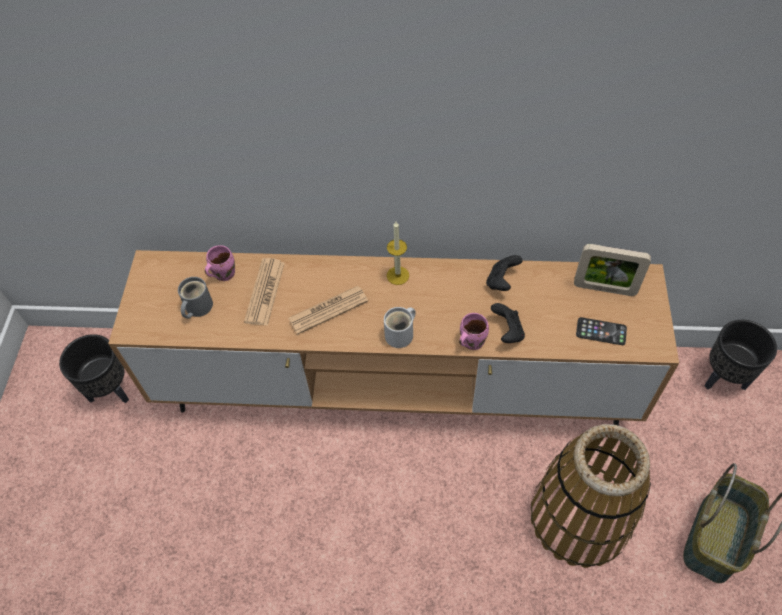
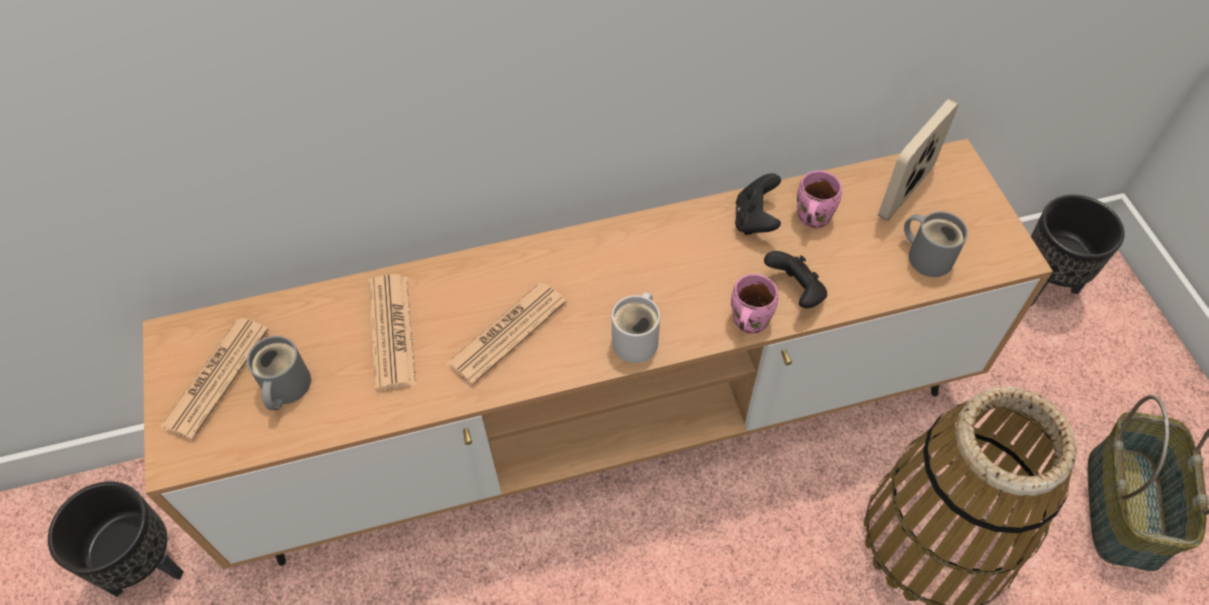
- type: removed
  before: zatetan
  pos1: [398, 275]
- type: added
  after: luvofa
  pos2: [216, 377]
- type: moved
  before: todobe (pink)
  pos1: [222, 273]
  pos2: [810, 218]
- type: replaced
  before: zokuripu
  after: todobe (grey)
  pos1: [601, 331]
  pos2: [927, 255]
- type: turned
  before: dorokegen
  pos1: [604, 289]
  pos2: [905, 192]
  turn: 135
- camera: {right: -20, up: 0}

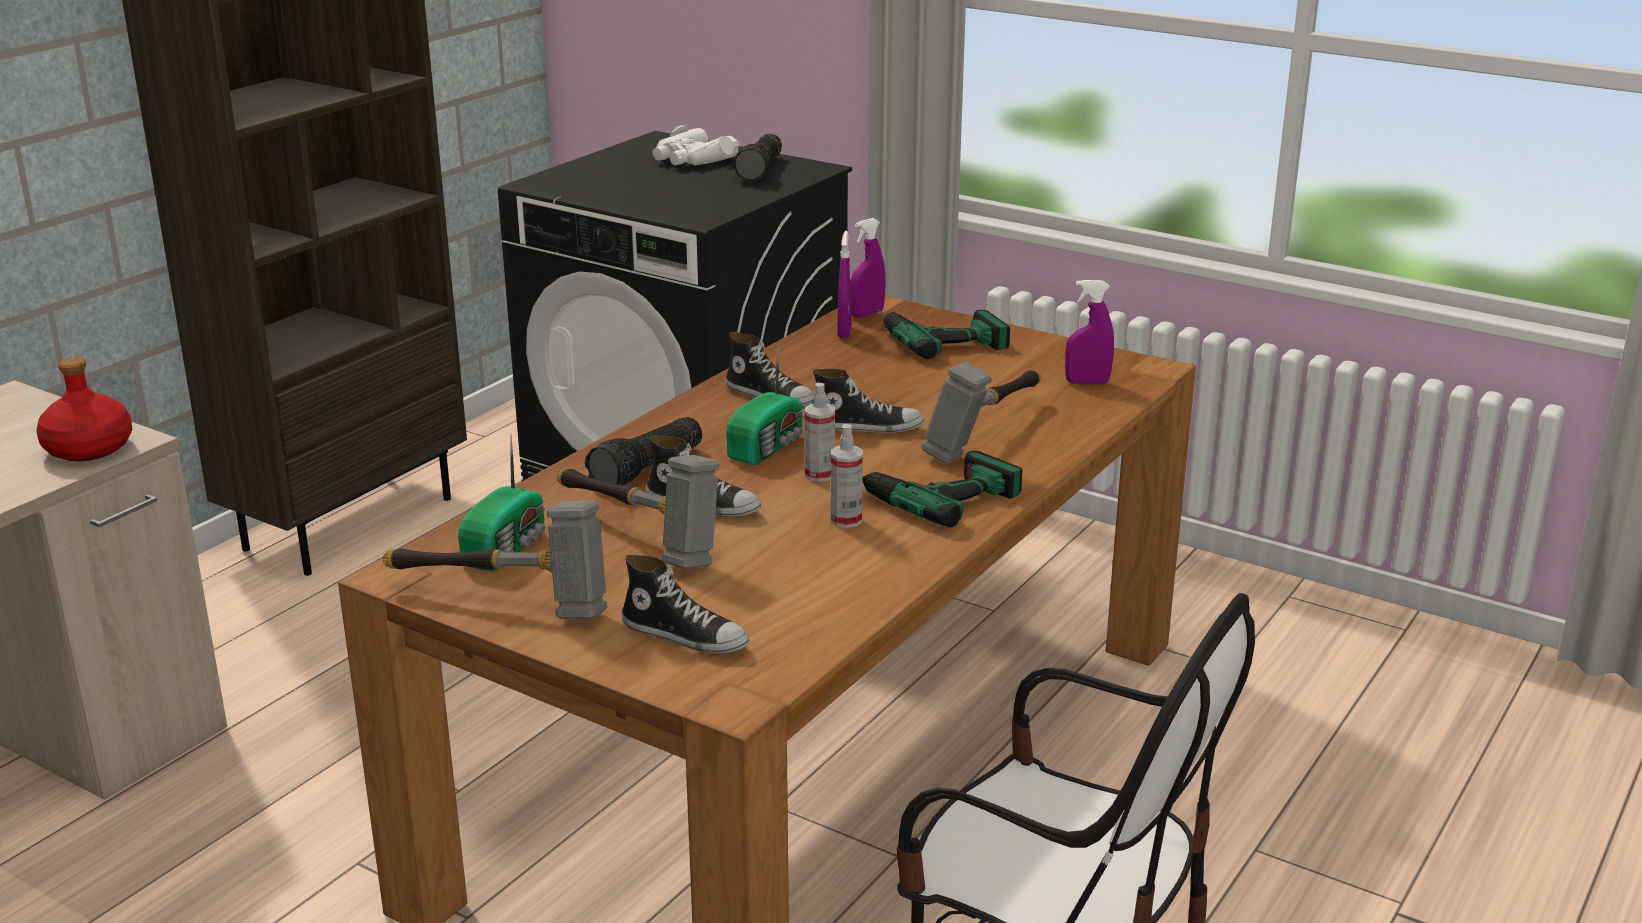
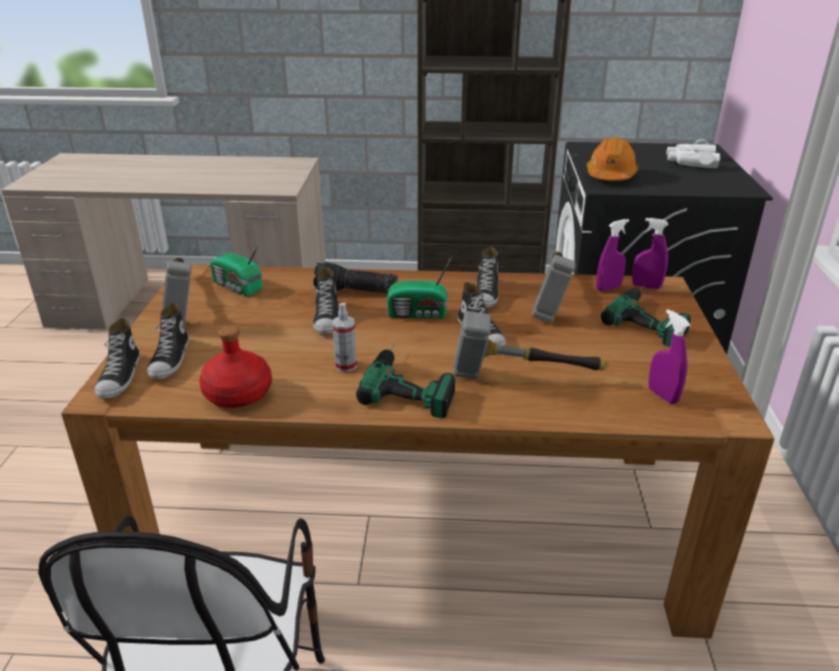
- type: removed
  before: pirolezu
  pos1: [762, 170]
- type: removed
  before: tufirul
  pos1: [819, 474]
- type: added
  after: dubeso
  pos2: [120, 377]
- type: added
  after: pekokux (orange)
  pos2: [610, 176]
- type: moved
  before: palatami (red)
  pos1: [88, 449]
  pos2: [237, 394]
- type: moved
  before: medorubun
  pos1: [638, 537]
  pos2: [552, 297]
- type: turned
  before: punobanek
  pos1: [508, 548]
  pos2: [237, 287]
  turn: 45
- camera: {right: 60, up: 5}

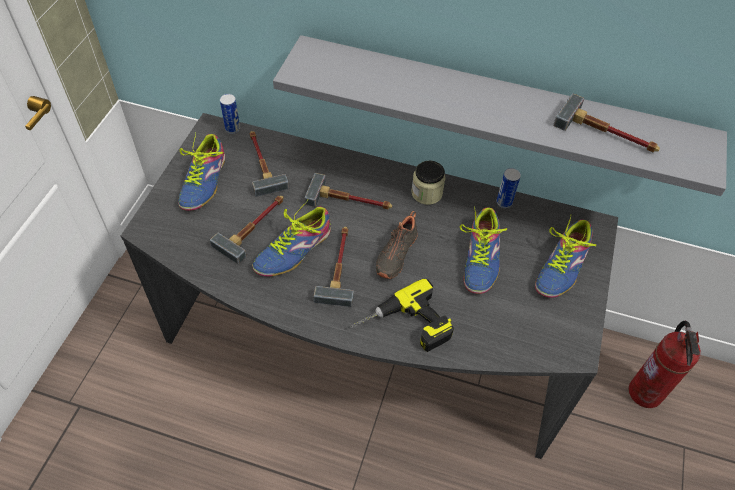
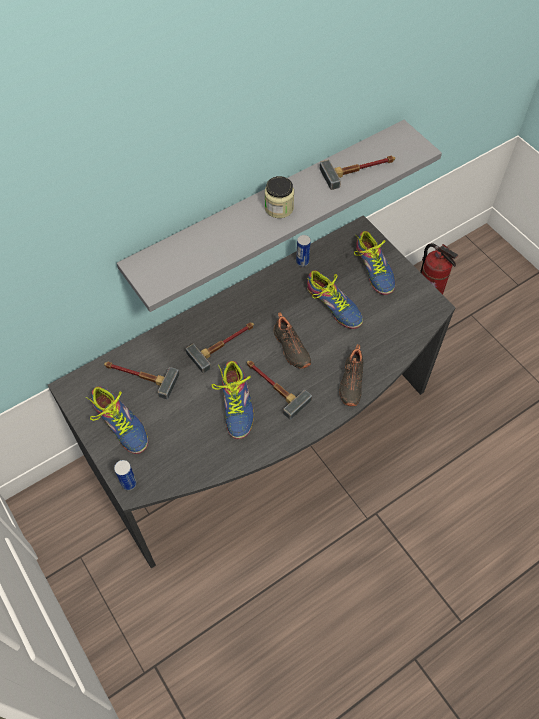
- type: removed
  before: medorubun
  pos1: [254, 227]
- type: moved
  before: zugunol
  pos1: [232, 128]
  pos2: [129, 483]
- type: moved
  before: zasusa
  pos1: [426, 193]
  pos2: [279, 208]
- type: replaced
  before: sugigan
  after: dubeso (black)
  pos1: [404, 328]
  pos2: [350, 382]
- camera: {right: -50, up: 5}

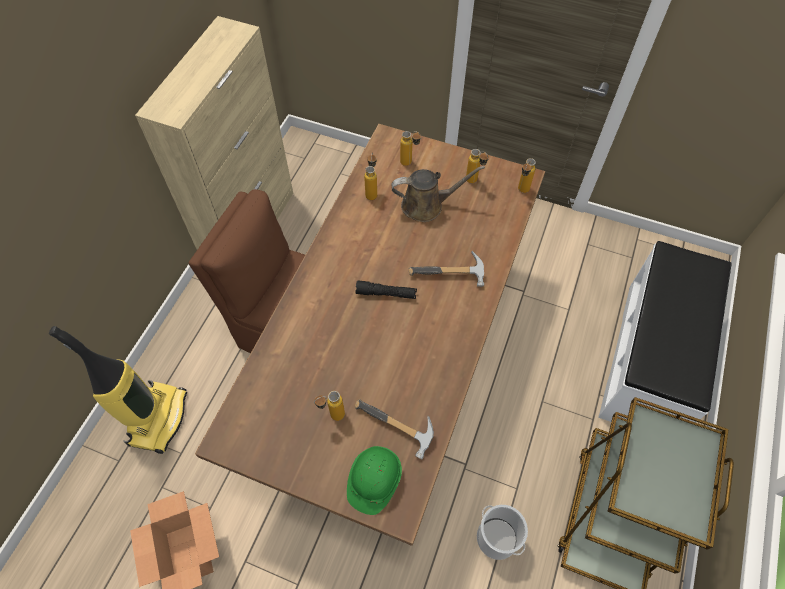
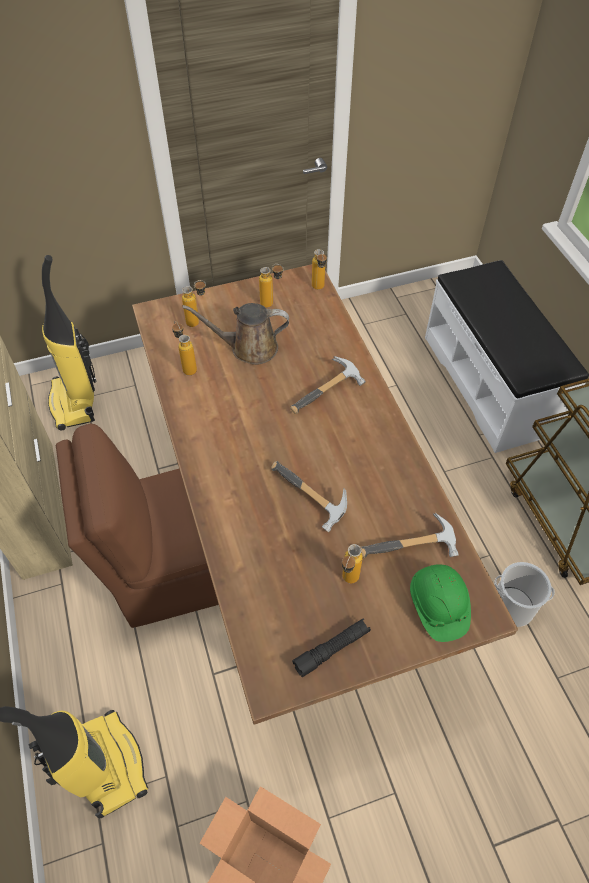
- type: added
  after: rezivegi
  pos2: [75, 402]
- type: added
  after: medorubun
  pos2: [307, 499]
- type: moved
  before: pirolezu (black)
  pos1: [386, 293]
  pos2: [332, 649]
- type: turned
  before: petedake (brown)
  pos1: [426, 205]
  pos2: [249, 348]
  turn: -135
- camera: {right: -40, up: -5}

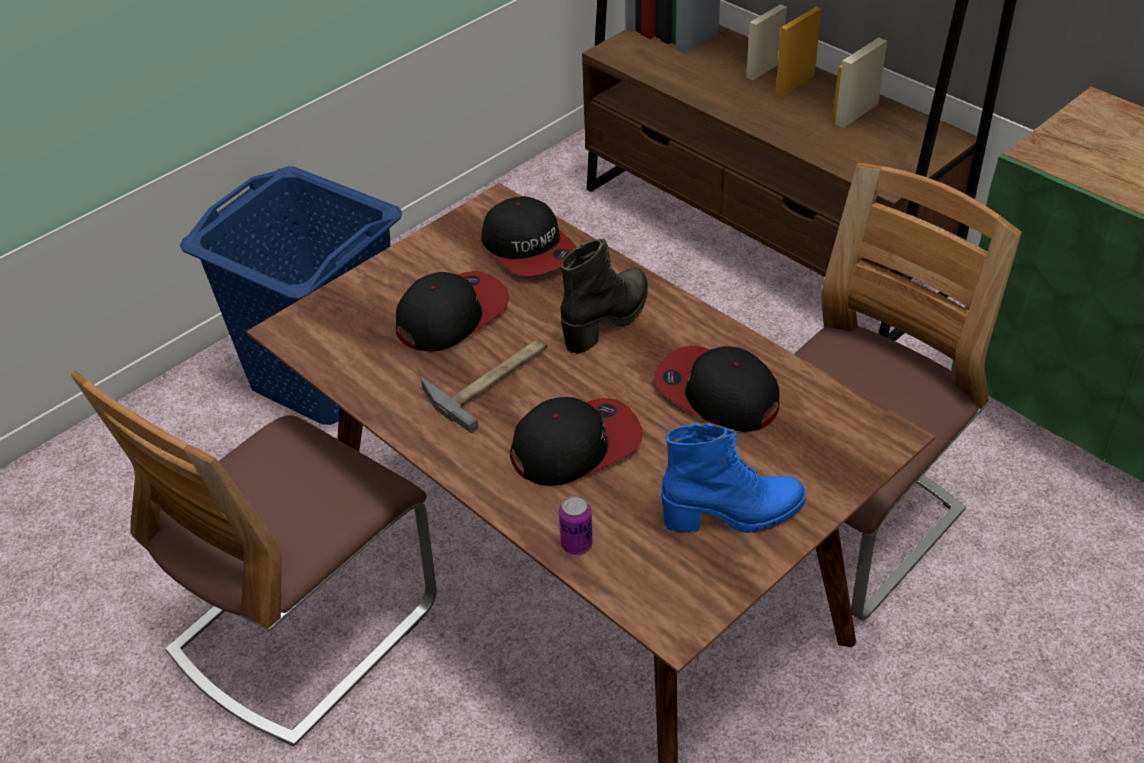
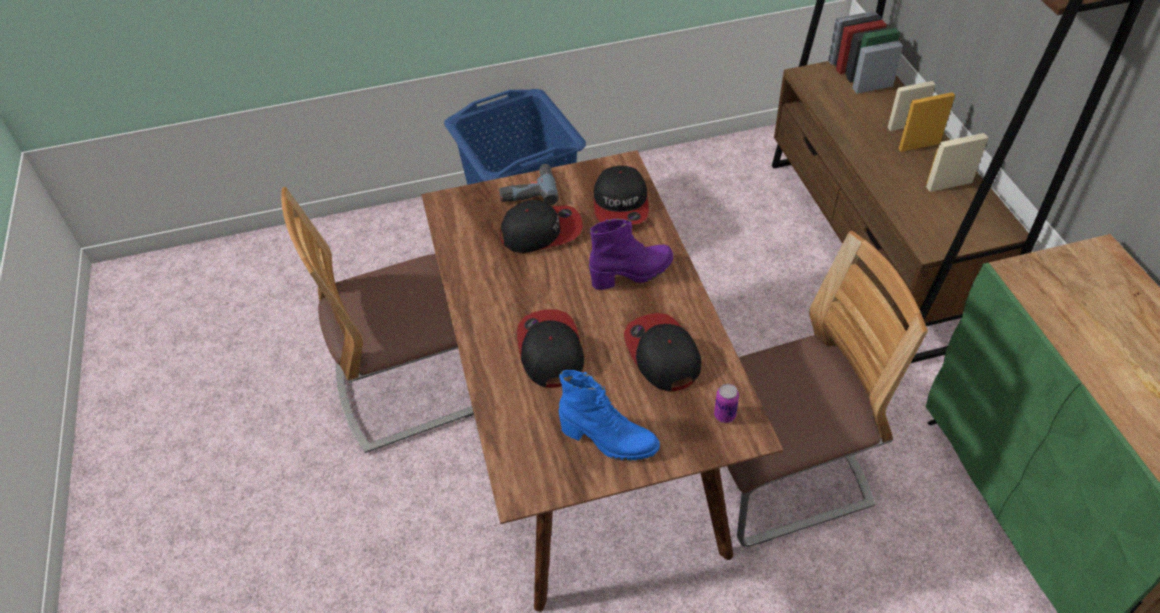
- type: removed
  before: medorubun
  pos1: [492, 379]
- type: added
  after: sugigan
  pos2: [527, 190]
- type: moved
  before: zugunol
  pos1: [576, 544]
  pos2: [724, 415]
- type: recoloured
  before: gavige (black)
  after: gavige (purple)
  pos1: [608, 320]
  pos2: [632, 274]
- type: turned
  before: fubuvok
  pos1: [576, 445]
  pos2: [549, 350]
  turn: -105
- camera: {right: 30, up: 5}

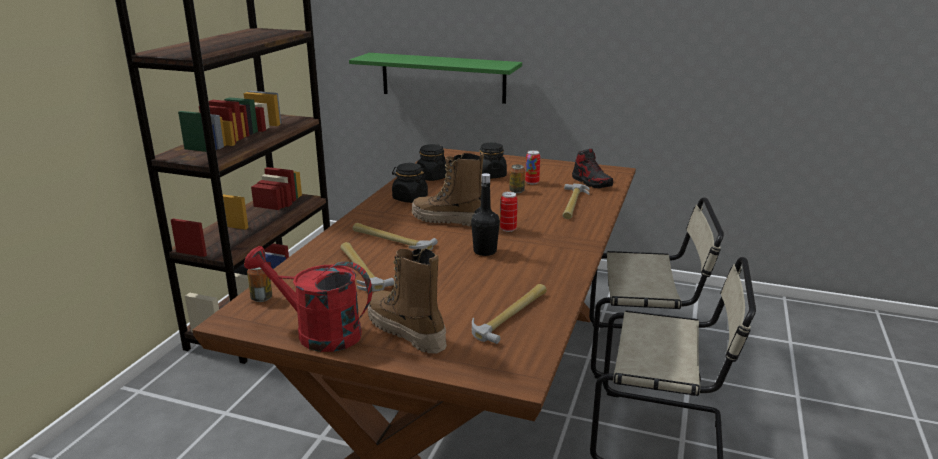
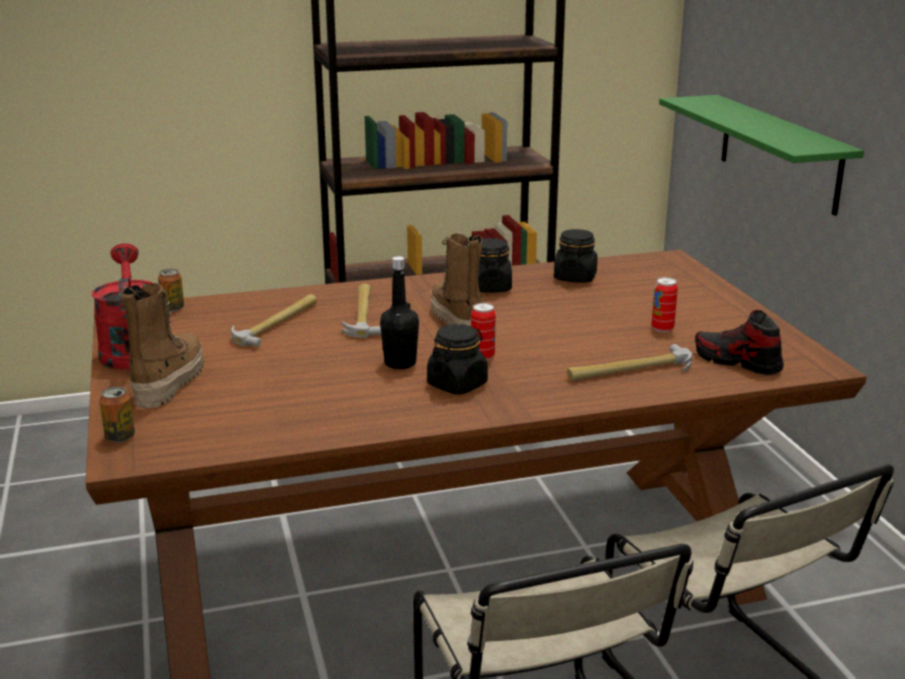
- type: removed
  before: medorubun
  pos1: [512, 315]
- type: moved
  before: zasusa (black)
  pos1: [491, 175]
  pos2: [457, 384]
- type: moved
  before: zugunol
  pos1: [516, 191]
  pos2: [120, 437]
- type: turned
  before: dubeso
  pos1: [591, 182]
  pos2: [737, 362]
  turn: 105
- camera: {right: 55, up: 0}

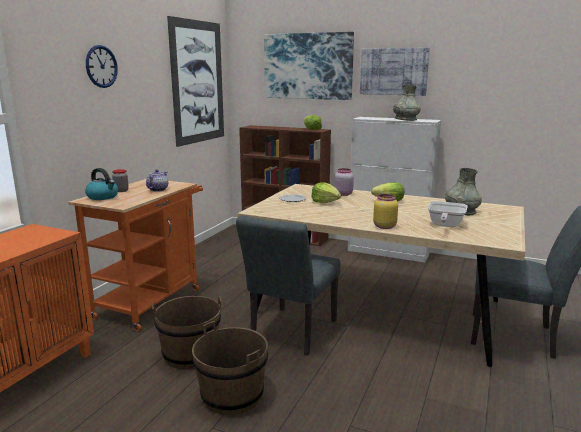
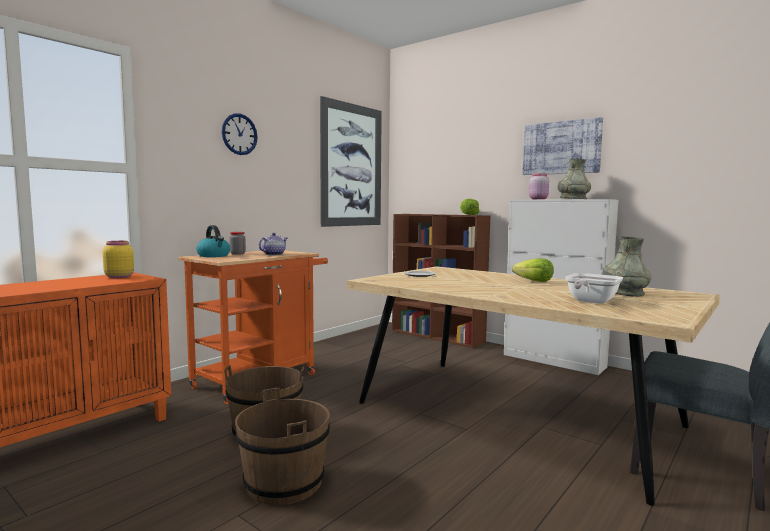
- type: removed
  before: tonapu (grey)
  pos1: [290, 334]
- type: removed
  before: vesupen
  pos1: [308, 66]
- type: removed
  before: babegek
  pos1: [325, 202]
- type: moved
  before: zasusa (pink)
  pos1: [343, 194]
  pos2: [538, 199]
- type: moved
  before: zasusa (yellow)
  pos1: [384, 226]
  pos2: [118, 277]
- camera: {right: 15, up: -10}

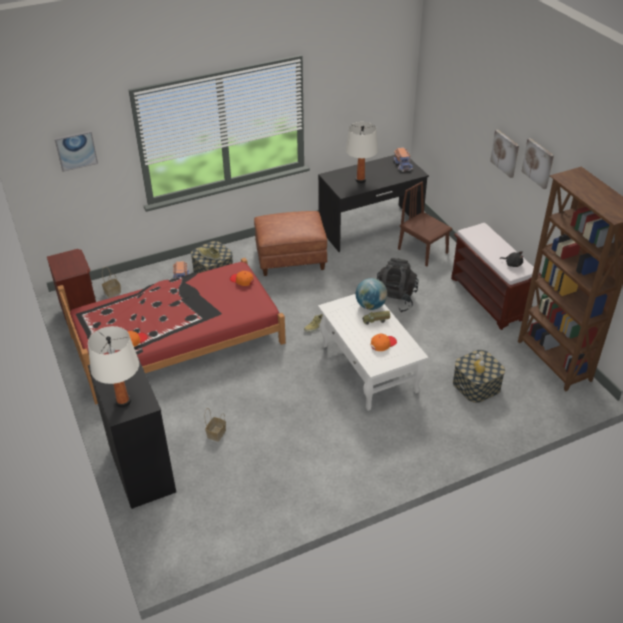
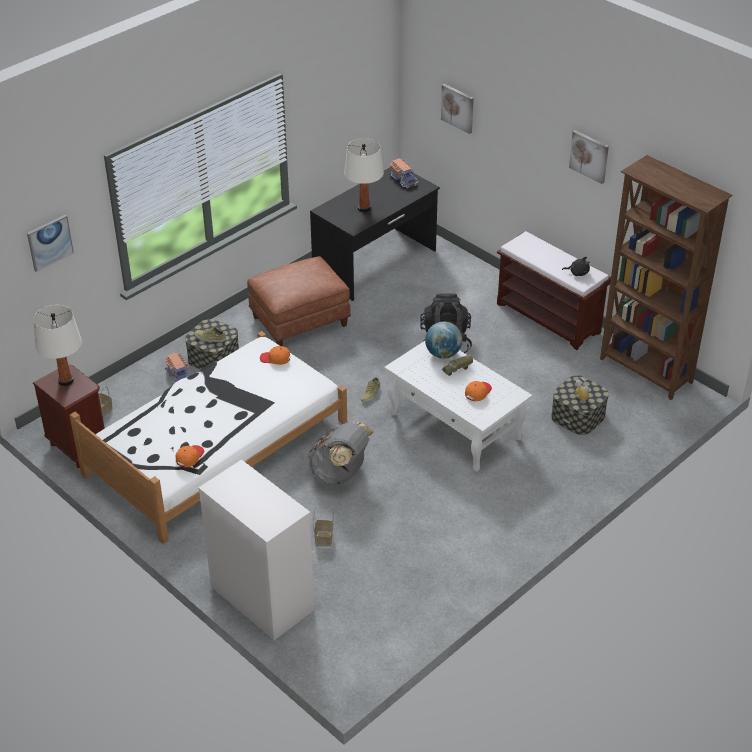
- type: removed
  before: tonapu (brown)
  pos1: [423, 251]
- type: added
  after: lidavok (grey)
  pos2: [340, 474]
- type: moved
  before: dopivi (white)
  pos1: [123, 402]
  pos2: [65, 381]
- type: moved
  before: vesupen
  pos1: [505, 153]
  pos2: [458, 108]
- type: recoloured
  before: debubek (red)
  after: debubek (white)
  pos1: [177, 339]
  pos2: [217, 447]
- type: recoloured
  before: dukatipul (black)
  after: dukatipul (white)
  pos1: [141, 469]
  pos2: [261, 597]
- camera: {right: -20, up: 0}

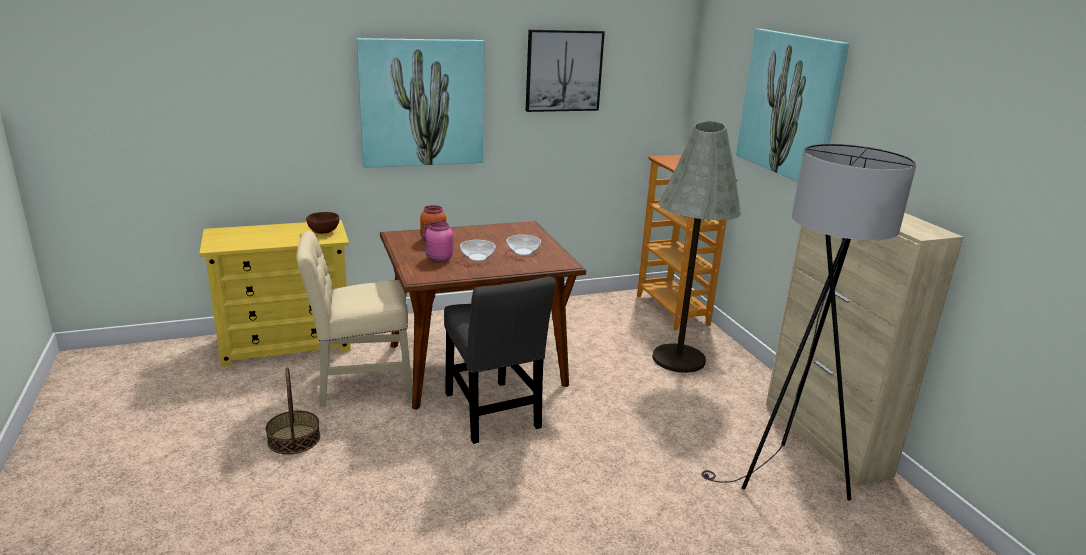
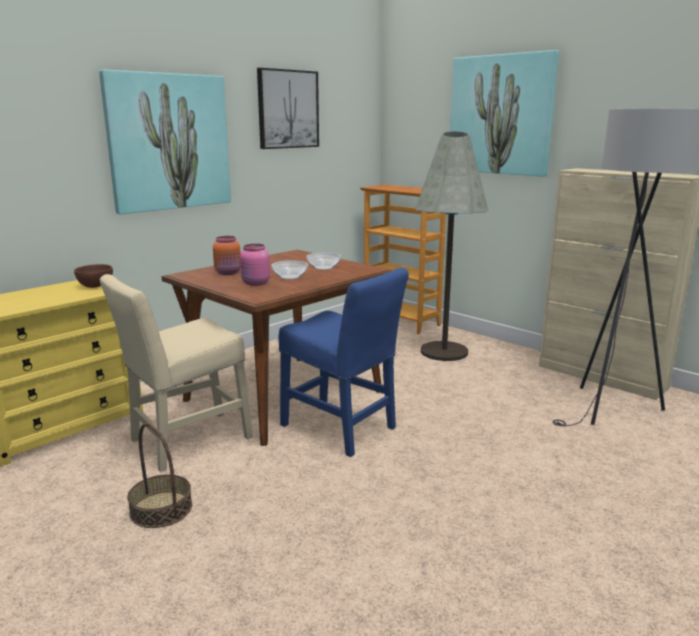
- type: recoloured
  before: tonapu (grey)
  after: tonapu (blue)
  pos1: [493, 414]
  pos2: [342, 429]
- camera: {right: -25, up: -5}

